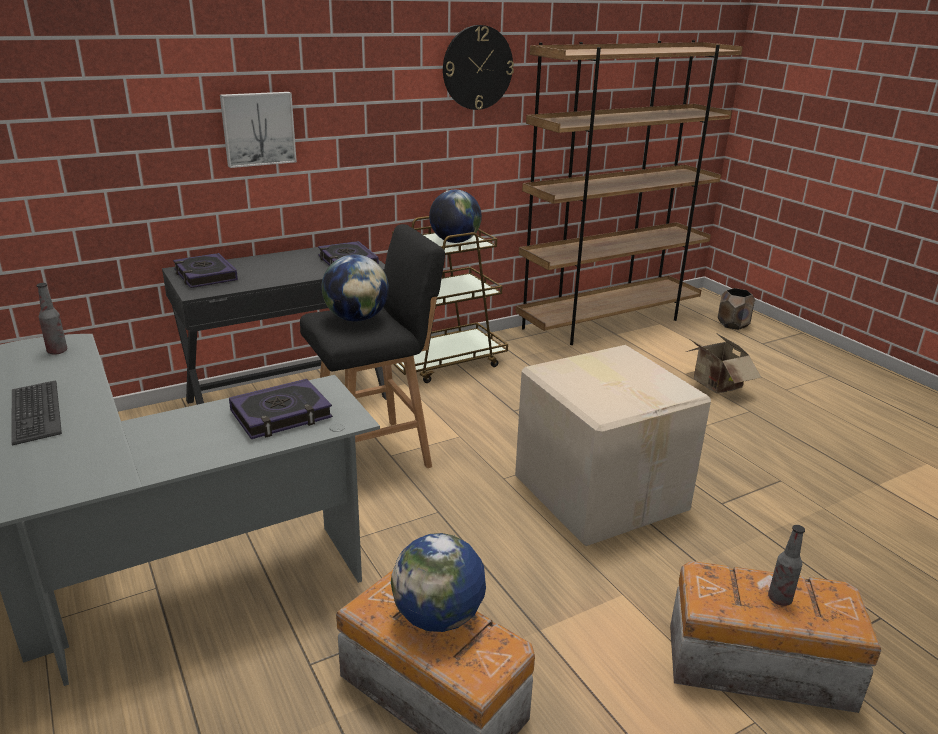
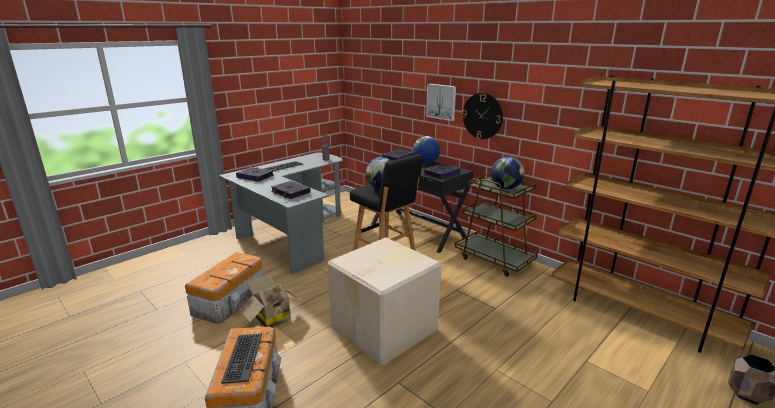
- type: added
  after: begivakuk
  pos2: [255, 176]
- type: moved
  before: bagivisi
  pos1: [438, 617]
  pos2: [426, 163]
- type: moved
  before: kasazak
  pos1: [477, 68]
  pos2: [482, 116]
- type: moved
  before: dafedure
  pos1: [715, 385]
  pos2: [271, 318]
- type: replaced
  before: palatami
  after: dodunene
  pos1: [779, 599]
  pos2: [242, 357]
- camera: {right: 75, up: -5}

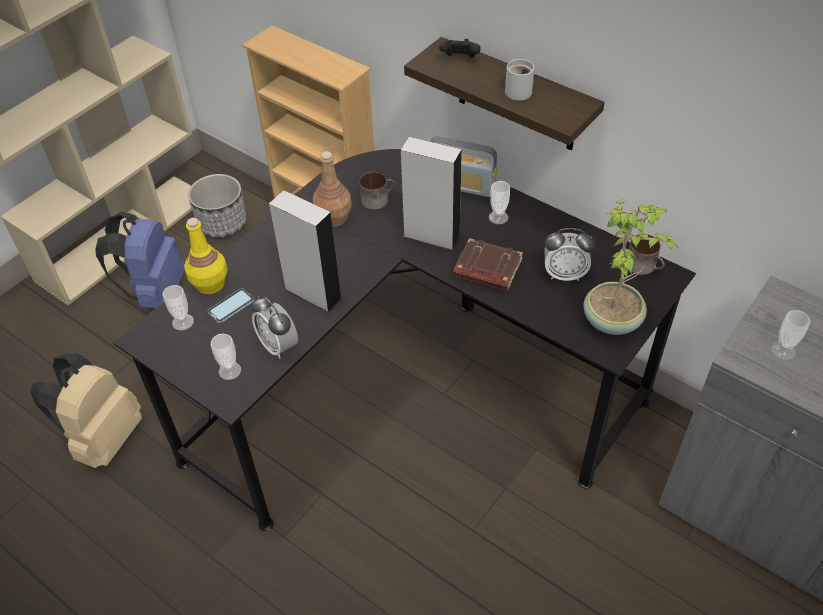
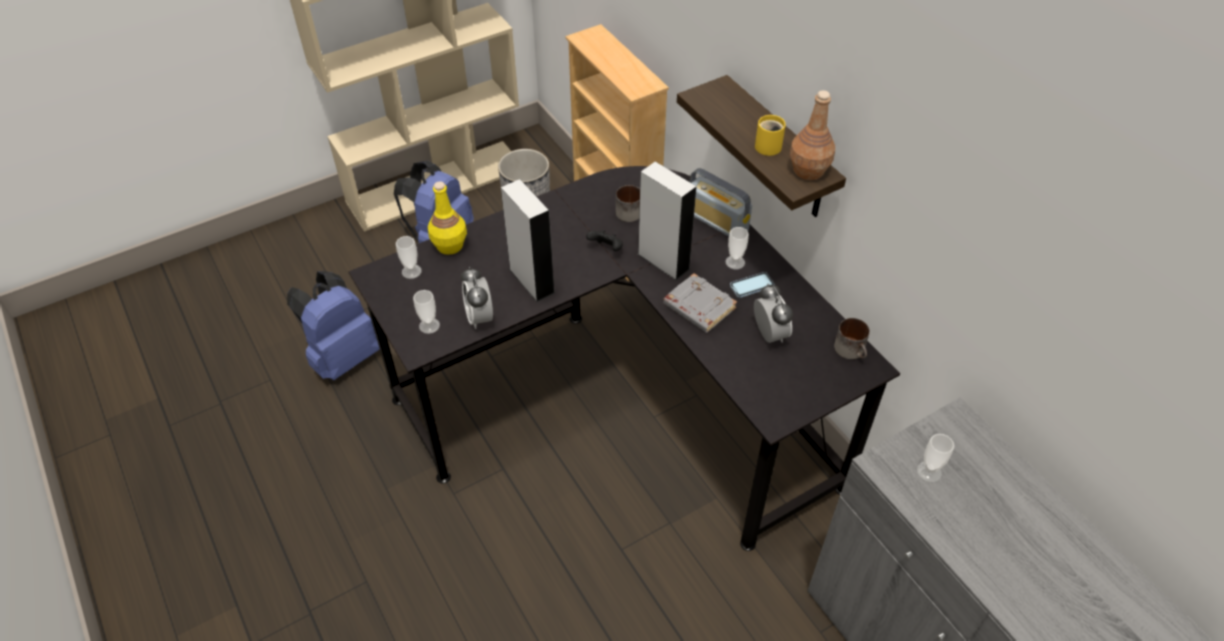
- type: removed
  before: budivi
  pos1: [613, 320]
- type: moved
  before: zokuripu
  pos1: [231, 306]
  pos2: [751, 286]
- type: moved
  before: palatami (brown)
  pos1: [334, 217]
  pos2: [808, 170]
- type: moved
  before: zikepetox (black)
  pos1: [460, 59]
  pos2: [606, 249]
- type: recoloured
  before: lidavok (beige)
  after: lidavok (blue)
  pos1: [103, 438]
  pos2: [343, 356]
- type: recoloured
  before: begivakuk (brown)
  after: begivakuk (grey)
  pos1: [486, 269]
  pos2: [698, 307]
- type: recoloured
  before: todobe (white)
  after: todobe (yellow)
  pos1: [518, 90]
  pos2: [769, 145]
- type: turned
  before: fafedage
  pos1: [564, 274]
  pos2: [769, 334]
  turn: -135
- camera: {right: 20, up: 0}

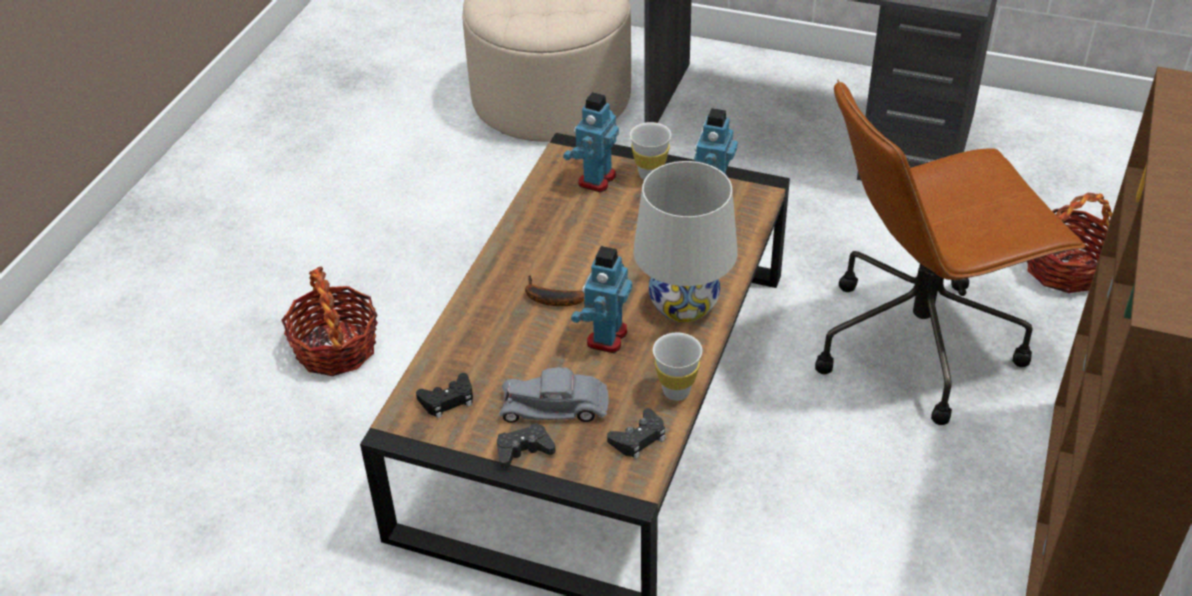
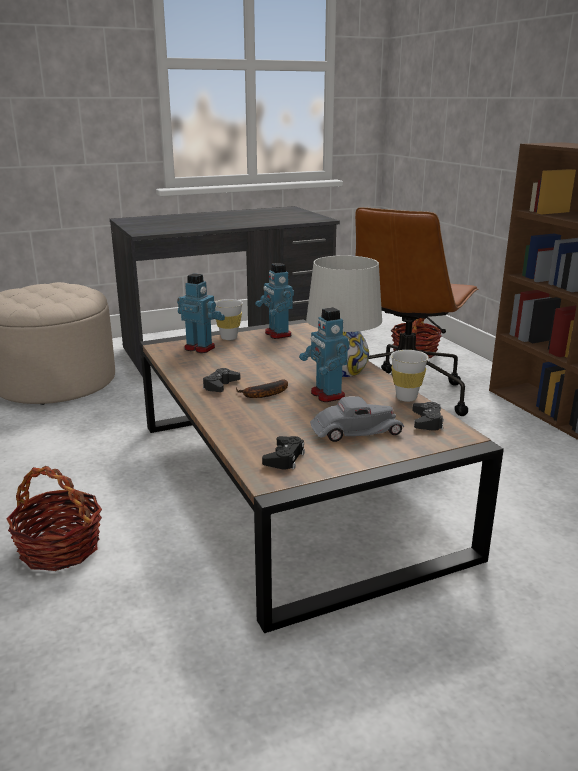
- type: moved
  before: zikepetox (black)
  pos1: [523, 450]
  pos2: [220, 385]
- type: turned
  before: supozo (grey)
  pos1: [554, 406]
  pos2: [355, 430]
  turn: -150
- type: turned
  before: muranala
  pos1: [596, 179]
  pos2: [200, 348]
  turn: 135
- camera: {right: -45, up: -20}

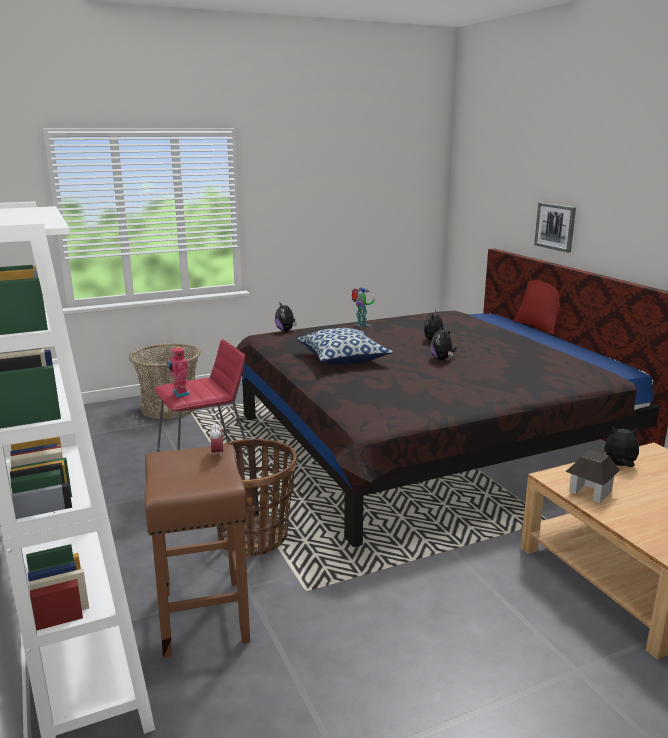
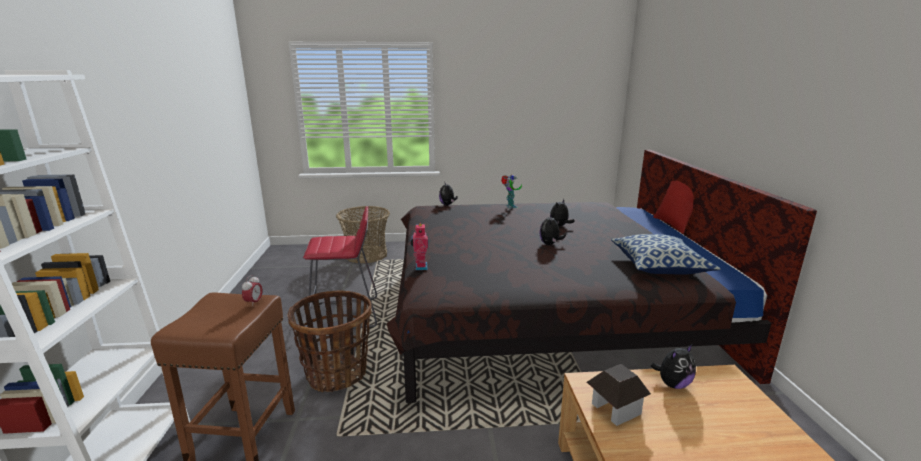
- type: removed
  before: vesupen
  pos1: [555, 226]
- type: moved
  before: muranala
  pos1: [180, 394]
  pos2: [420, 267]
- type: moved
  before: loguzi
  pos1: [343, 358]
  pos2: [659, 266]
- type: turned
  before: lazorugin
  pos1: [619, 465]
  pos2: [672, 384]
  turn: 120
- camera: {right: 20, up: 0}

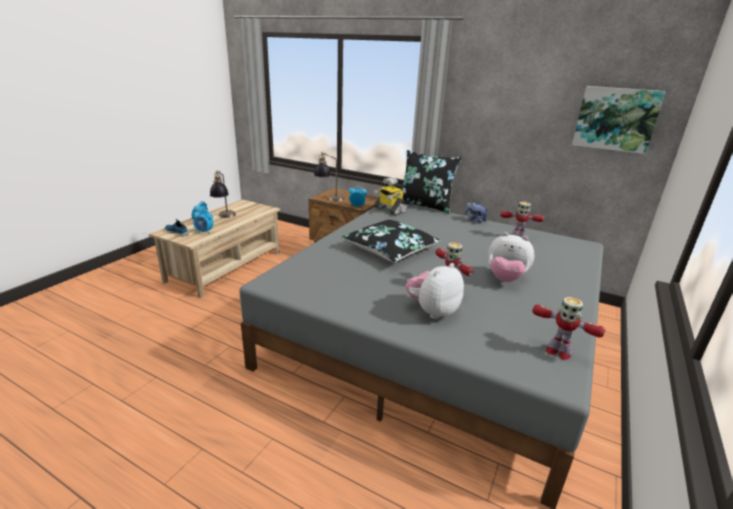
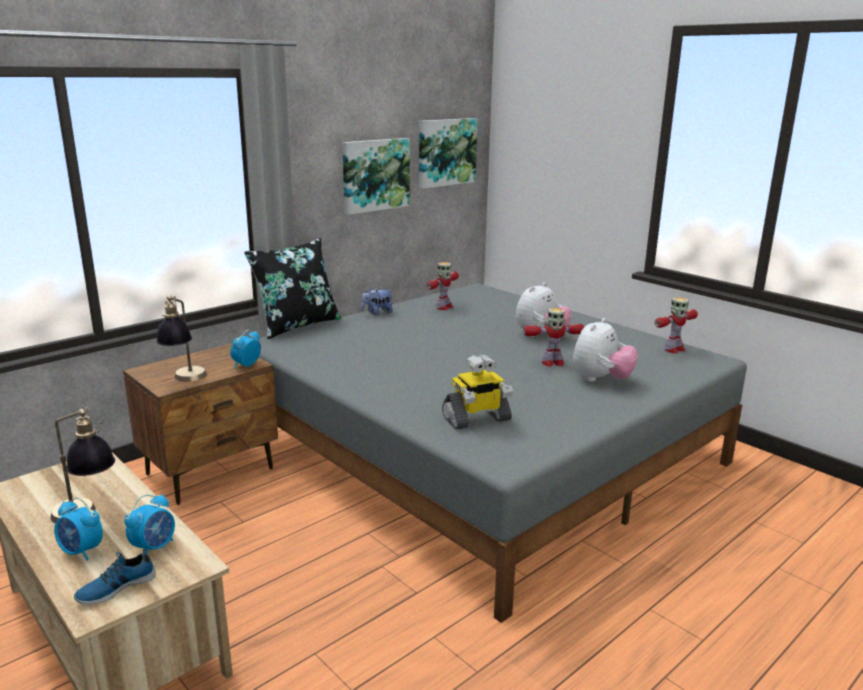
- type: removed
  before: loguzi (black)
  pos1: [390, 249]
- type: added
  after: vesupen
  pos2: [375, 175]
- type: moved
  before: muranala
  pos1: [389, 210]
  pos2: [476, 419]
- type: turned
  before: lazorugin
  pos1: [432, 311]
  pos2: [601, 379]
  turn: -120
- camera: {right: -70, up: -5}

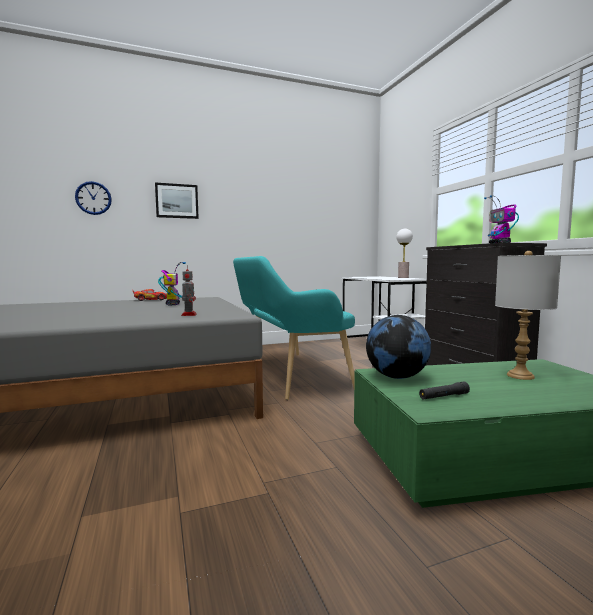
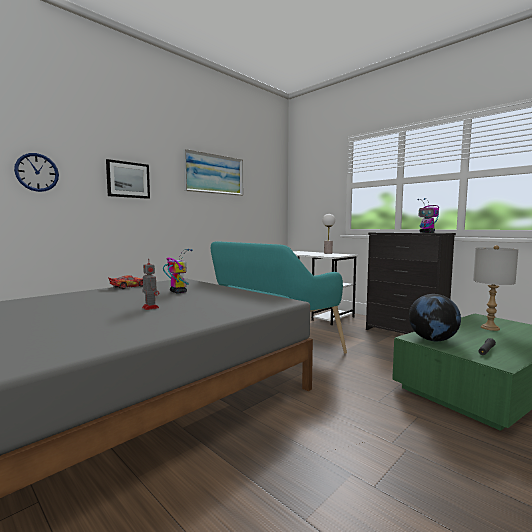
- type: added
  after: vesupen
  pos2: [214, 174]
- type: moved
  before: muranala
  pos1: [189, 314]
  pos2: [150, 307]
- camera: {right: -25, up: 0}

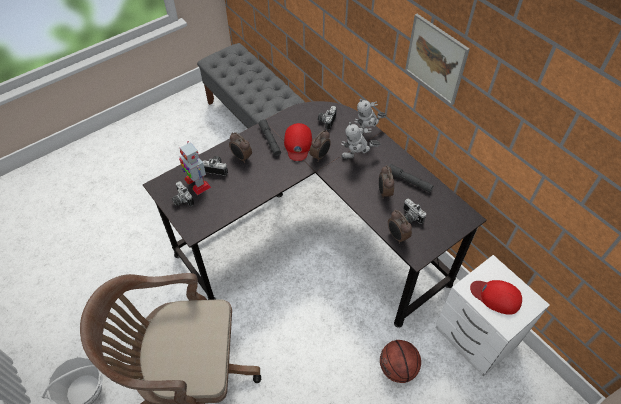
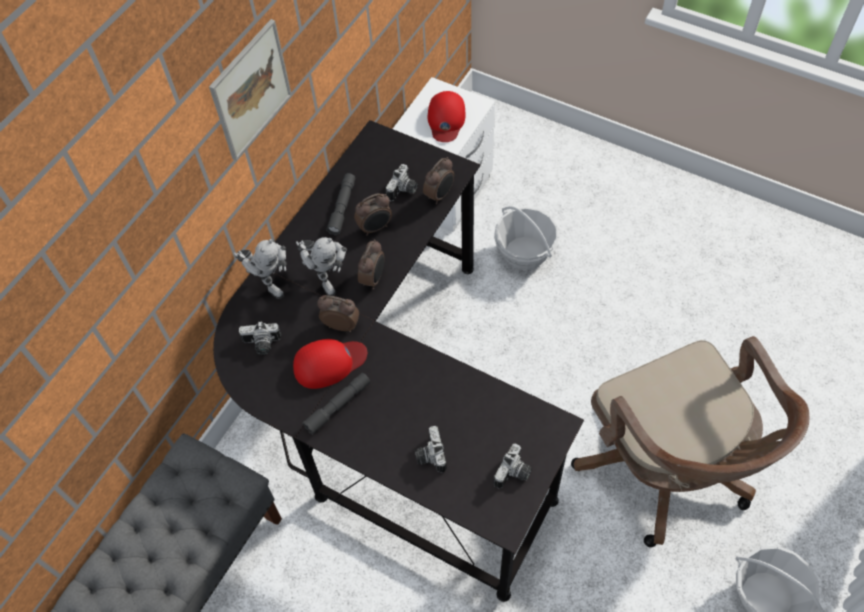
- type: removed
  before: muranala
  pos1: [197, 183]
- type: moved
  before: fafedage
  pos1: [241, 157]
  pos2: [373, 278]
- type: replaced
  before: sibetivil
  after: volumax
  pos1: [397, 368]
  pos2: [524, 253]
- camera: {right: -110, up: 5}

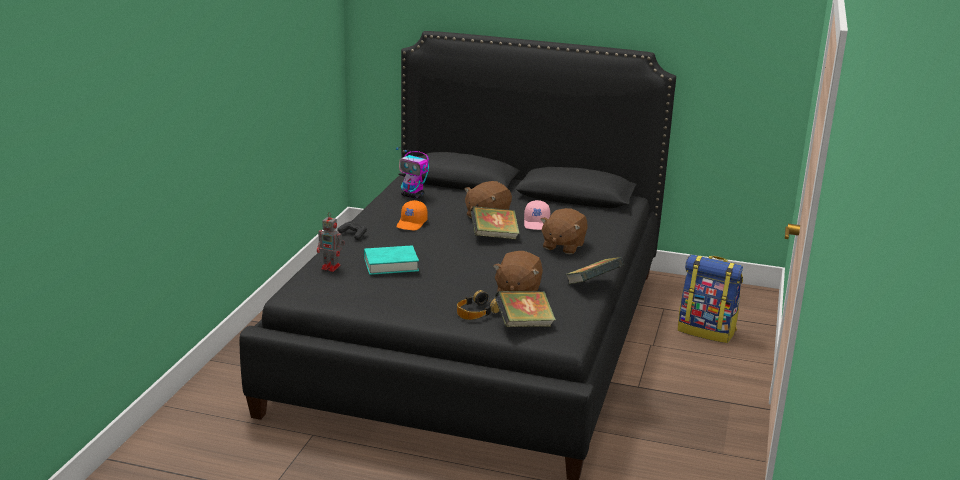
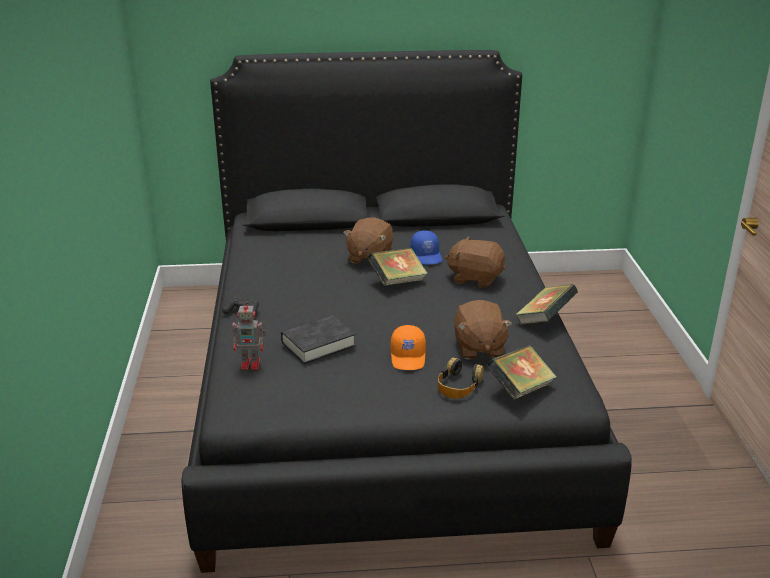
- type: removed
  before: muranala
  pos1: [413, 196]
- type: removed
  before: lidavok
  pos1: [707, 331]
- type: moved
  before: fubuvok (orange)
  pos1: [412, 223]
  pos2: [408, 357]
- type: recoloured
  before: begivakuk (turquoise)
  after: begivakuk (black)
  pos1: [391, 264]
  pos2: [318, 344]
- type: recoloured
  before: fubuvok (pink)
  after: fubuvok (blue)
  pos1: [537, 223]
  pos2: [427, 256]
- type: turned
  before: lazorugin (brown)
  pos1: [563, 246]
  pos2: [475, 278]
  turn: 105
- camera: {right: -20, up: 5}

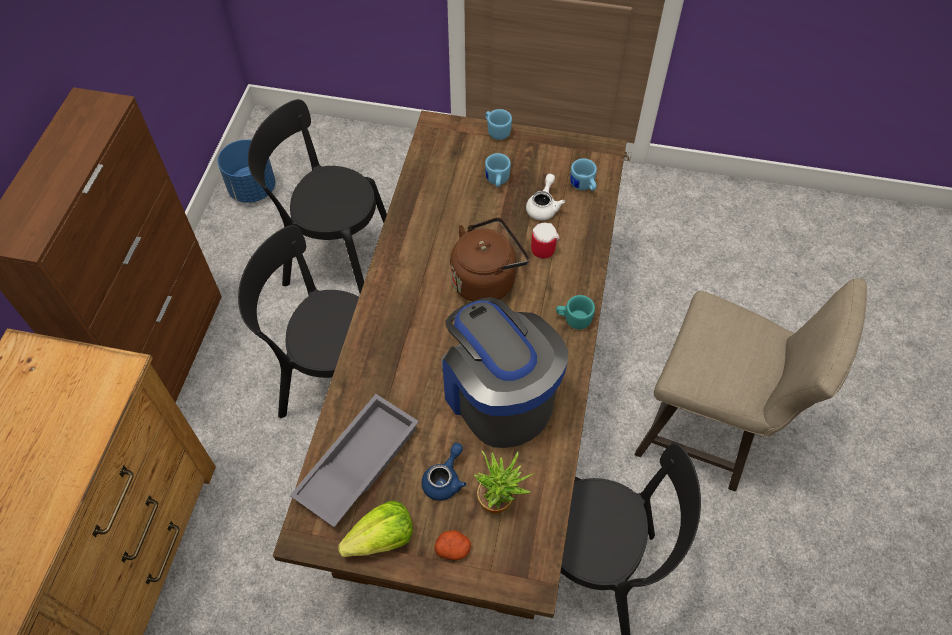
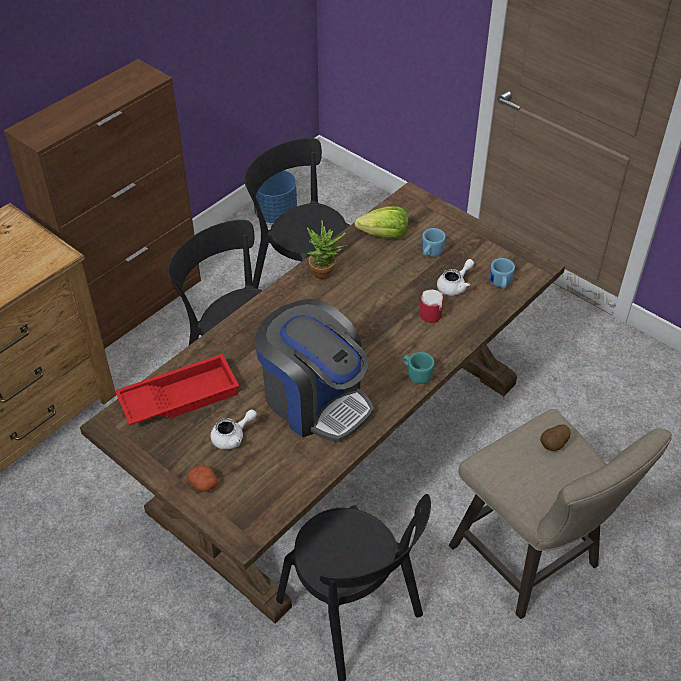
- type: removed
  before: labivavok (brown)
  pos1: [486, 279]
- type: removed
  before: todobe (blue)
  pos1: [496, 131]
- type: added
  after: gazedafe
  pos2: [554, 445]
- type: moved
  before: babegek
  pos1: [382, 539]
  pos2: [384, 235]
- type: moved
  before: budivi
  pos1: [500, 501]
  pos2: [326, 274]
- type: recoloured
  before: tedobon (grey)
  after: tedobon (red)
  pos1: [357, 462]
  pos2: [179, 396]
- type: recoloured
  before: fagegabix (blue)
  after: fagegabix (white)
  pos1: [445, 479]
  pos2: [233, 437]
- type: turned
  before: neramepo
  pos1: [498, 395]
  pos2: [315, 400]
  turn: 135
- camera: {right: 30, up: -10}

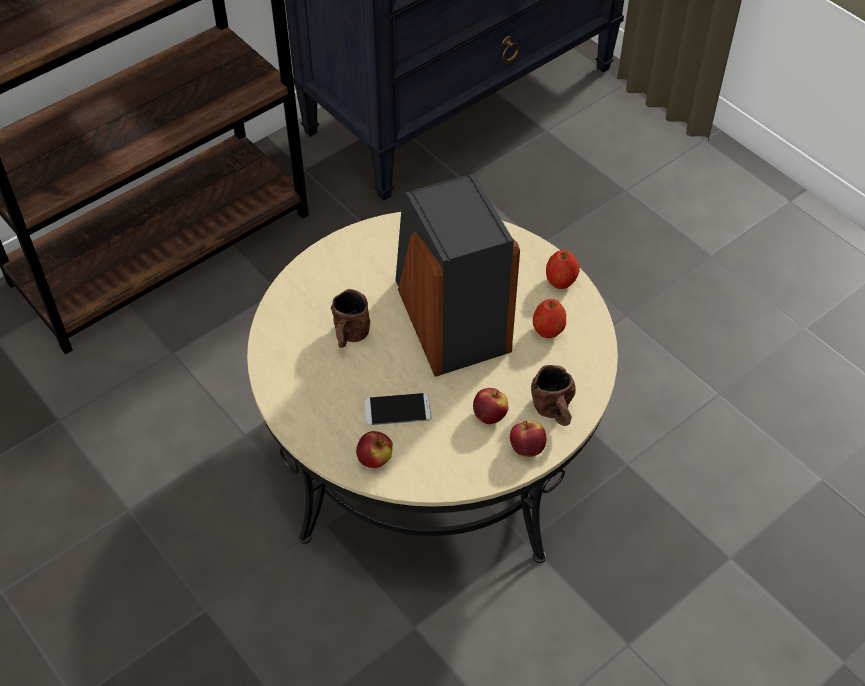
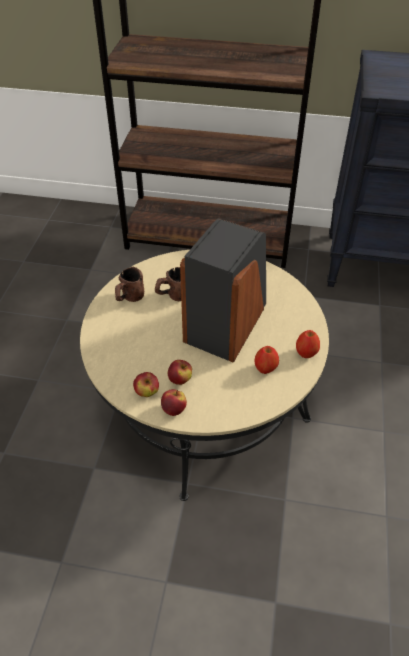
- type: removed
  before: zokuripu
  pos1: [398, 410]
- type: moved
  before: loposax
  pos1: [375, 459]
  pos2: [147, 392]
- type: moved
  before: todobe (brown)
  pos1: [555, 414]
  pos2: [129, 299]
- camera: {right: 50, up: -5}

